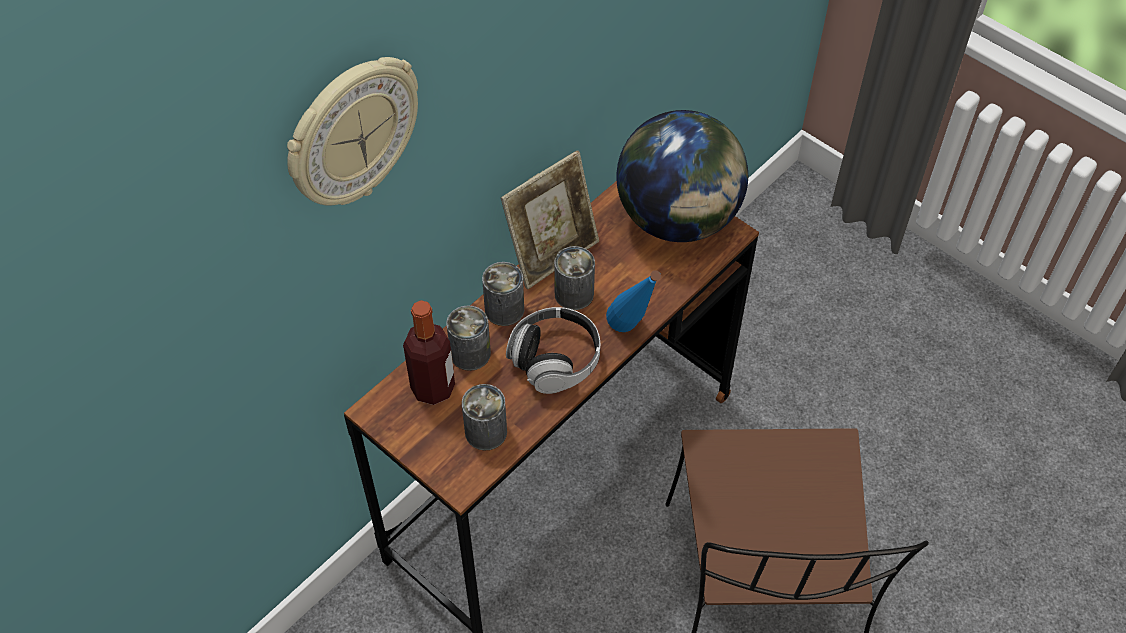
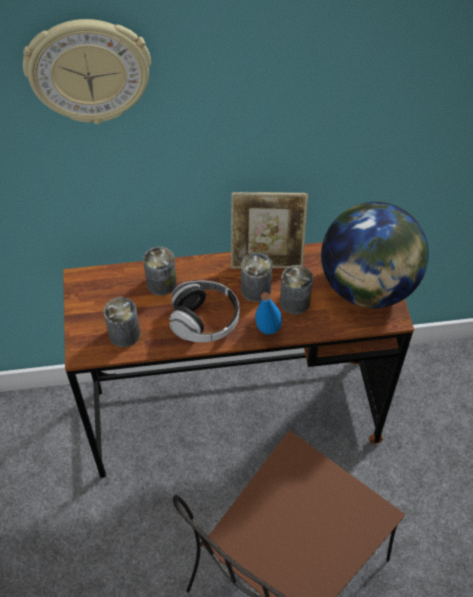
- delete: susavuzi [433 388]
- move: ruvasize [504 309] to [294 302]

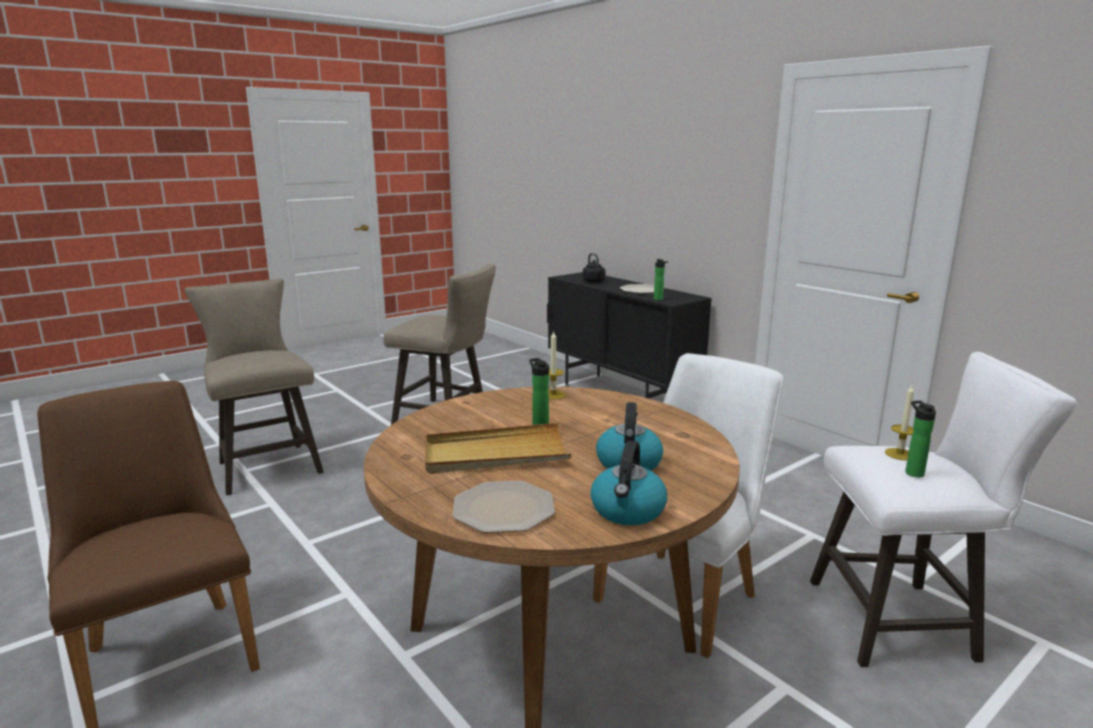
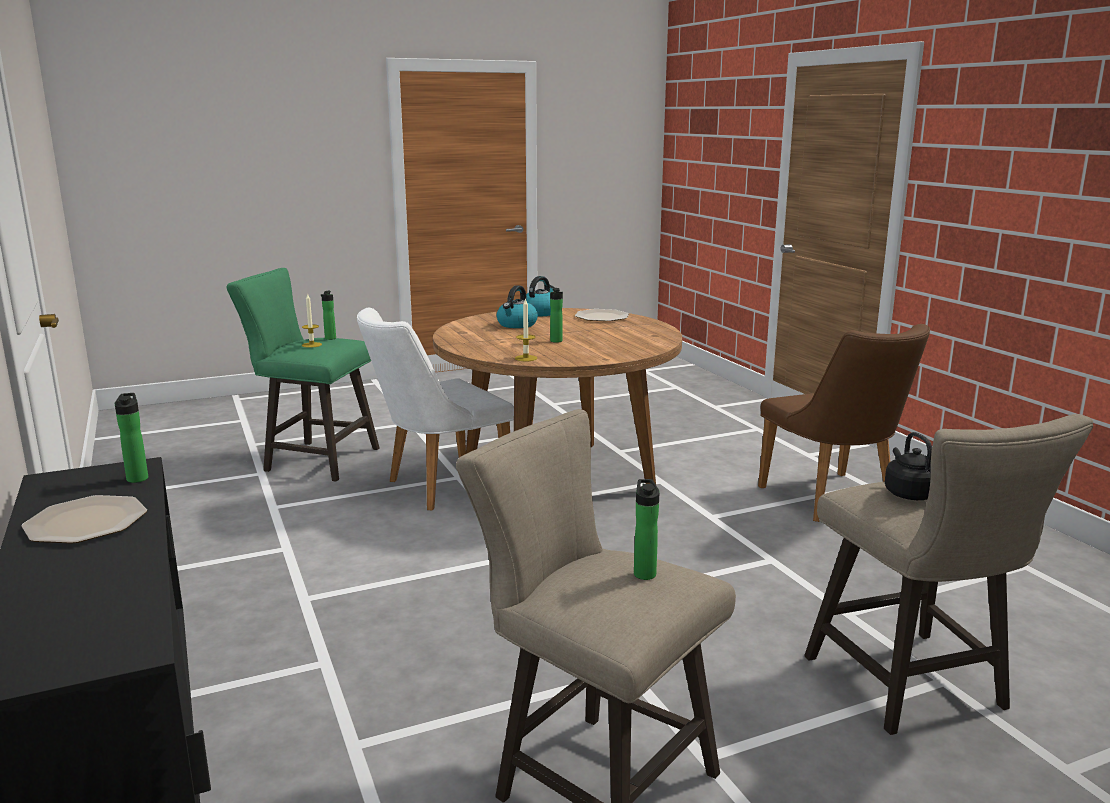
- delete: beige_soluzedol [495 454]
- move: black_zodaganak [594 281] to [908 493]
- recolor: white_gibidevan [903 621] to green_gibidevan [314 459]
- insert: susavuzi [644 573]

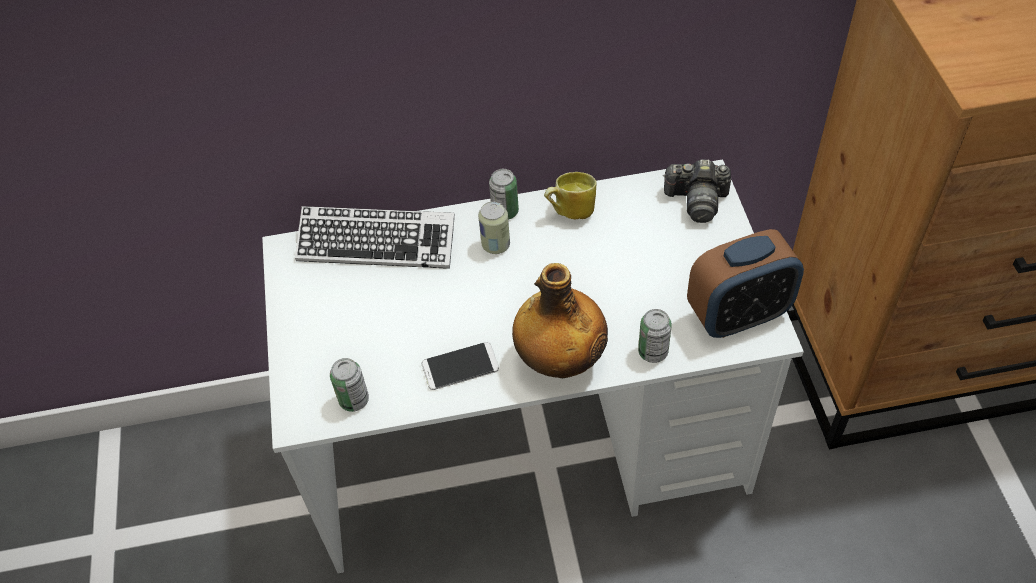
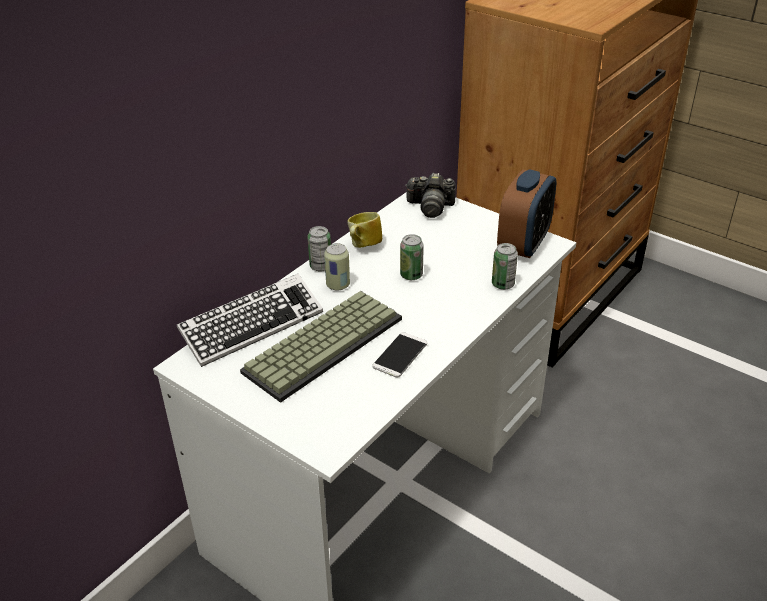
- move: ruvasize [354 400] to [411 275]
- delete: susavuzi [560 360]
- rotate: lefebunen [697 201] = [430 207] 45 degrees clockwise
- insert: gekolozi [323 343]

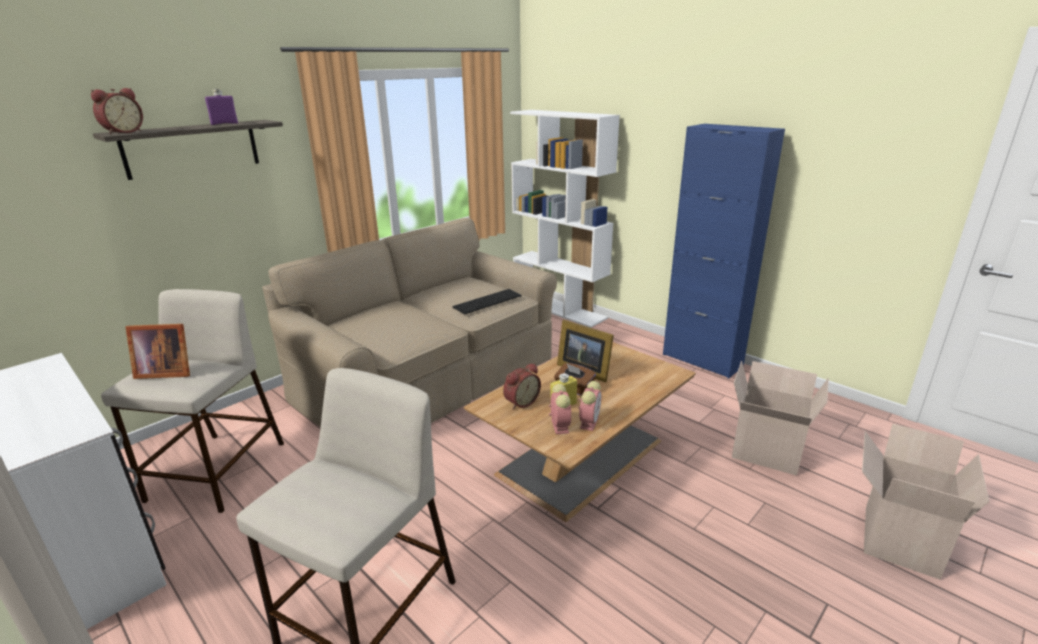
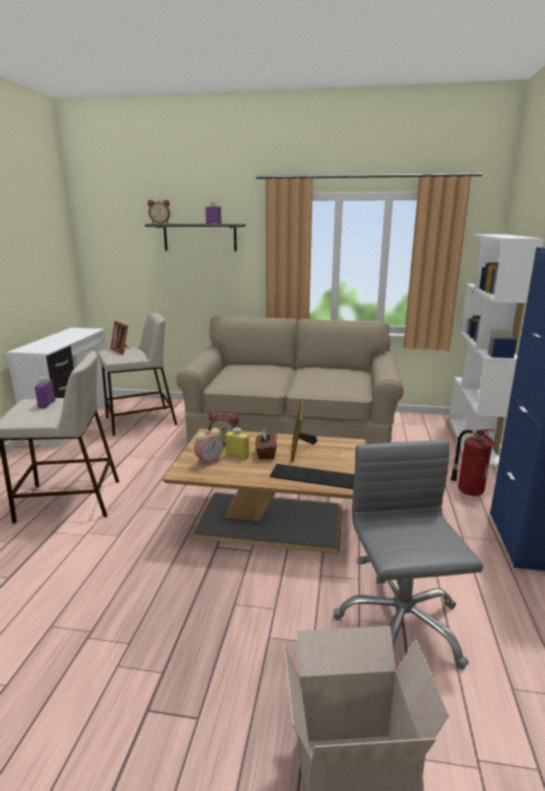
- move: gekolozi [487 301] to [315 476]
- delete: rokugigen [589 421]
- replace: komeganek [764 452] to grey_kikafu [400 626]
- insert: purple_susavuzi [47 404]
- insert: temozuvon [469 490]

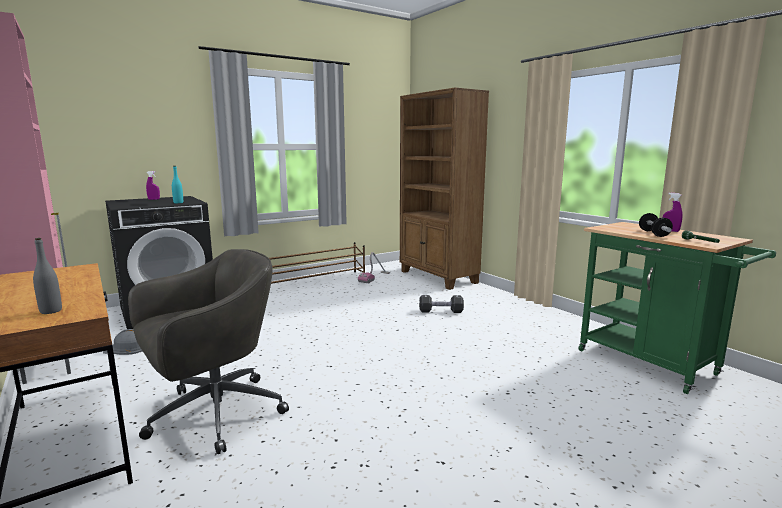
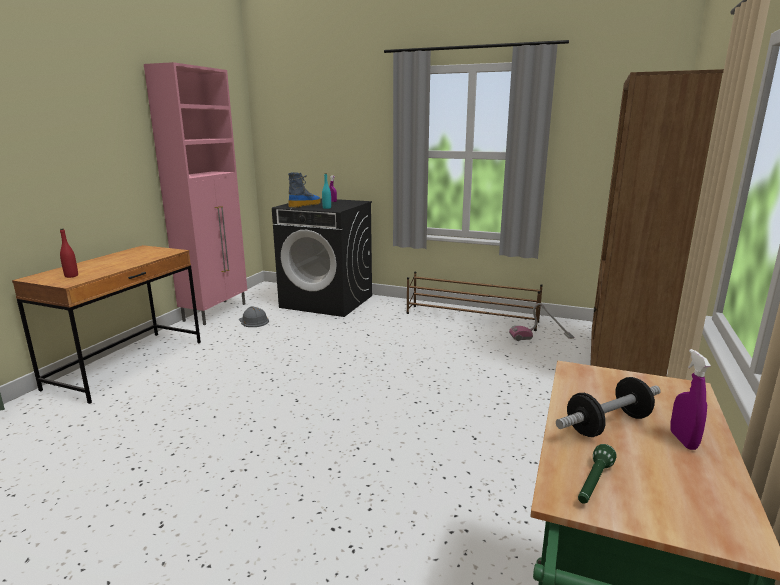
- recolor: grey_susavuzi [51 311] to red_susavuzi [71 276]
- delete: grey_kikafu [213 414]
- delete: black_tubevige [441 311]
- insert: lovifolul [304 205]

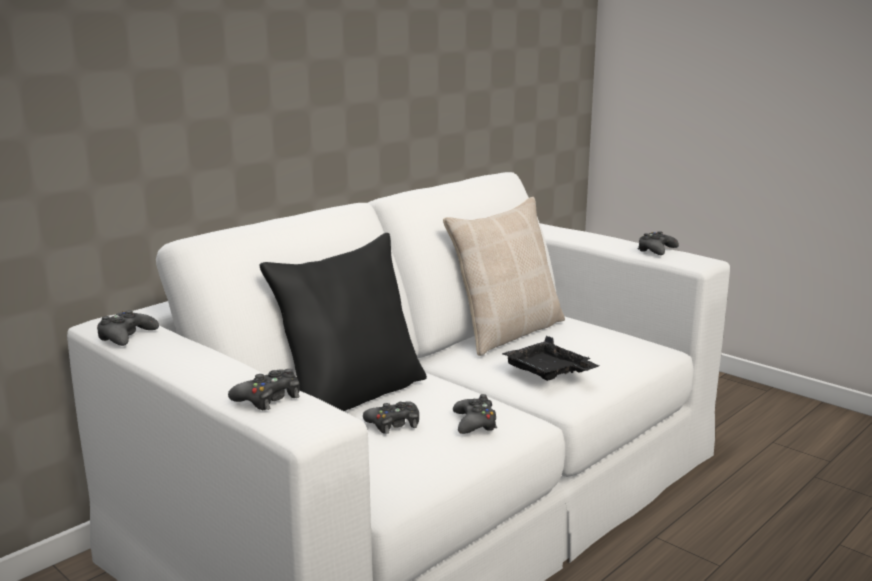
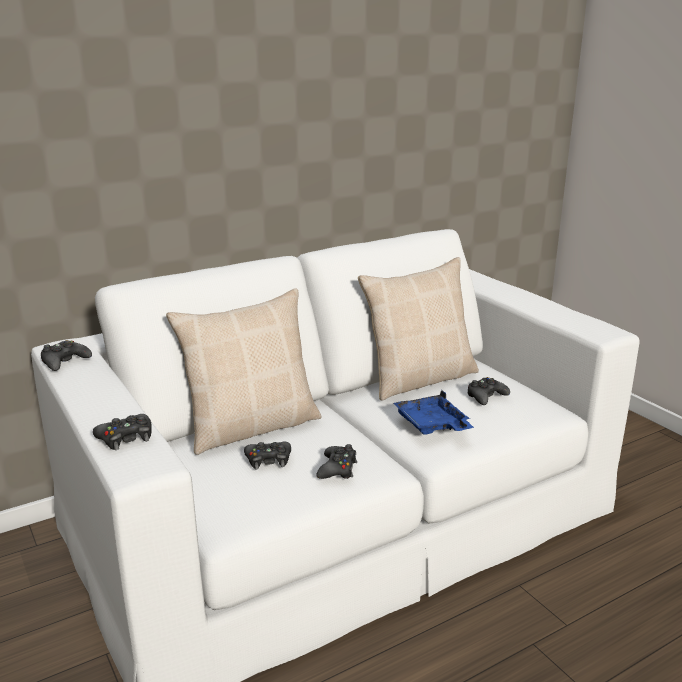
- recolor: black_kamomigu [352 395] to beige_kamomigu [251 426]
- recolor: black_soluzedol [548 372] to blue_soluzedol [432 425]
- move: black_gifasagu [656 250] to [486 396]

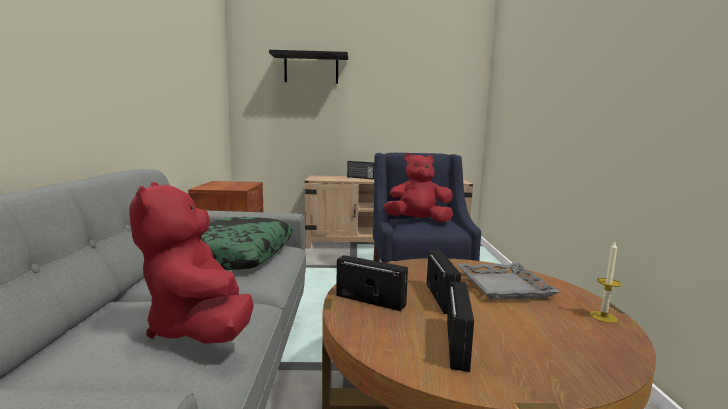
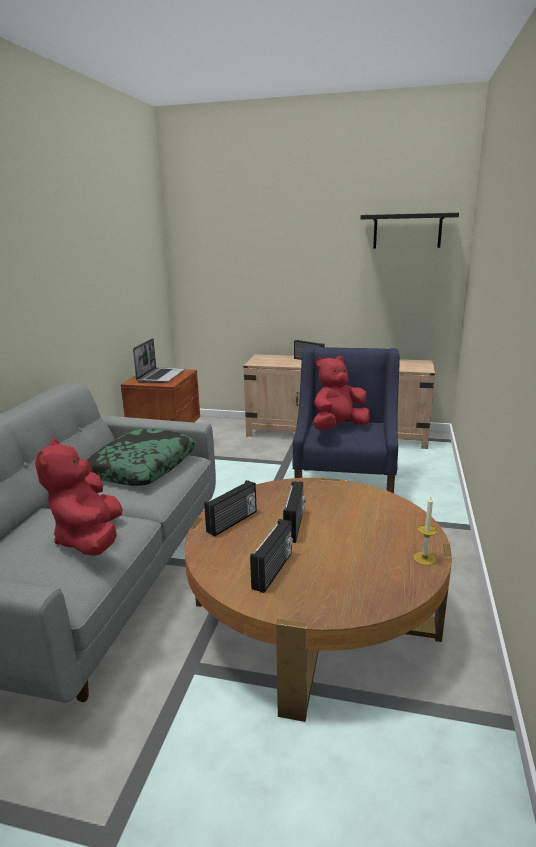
- move: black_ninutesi [311 69] to [407 231]
- rotate: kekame [371 300] = [233 522] 90 degrees clockwise
- rotate: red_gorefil [418 221] = [338 428] 45 degrees counterclockwise
- delete: grey_soluzedol [502 286]
- insert: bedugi [161 376]

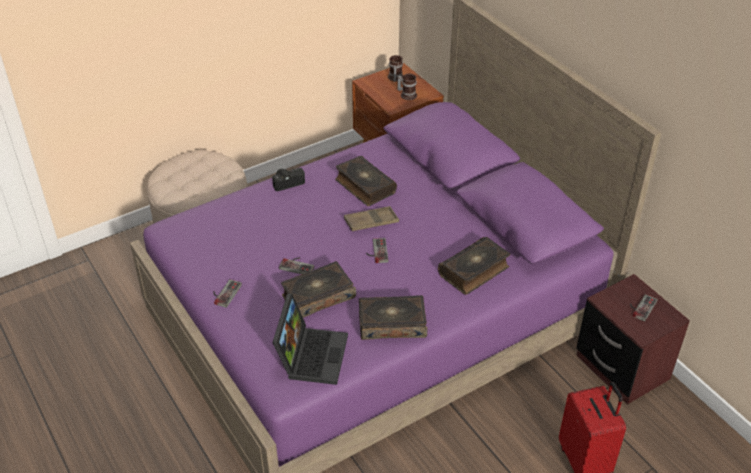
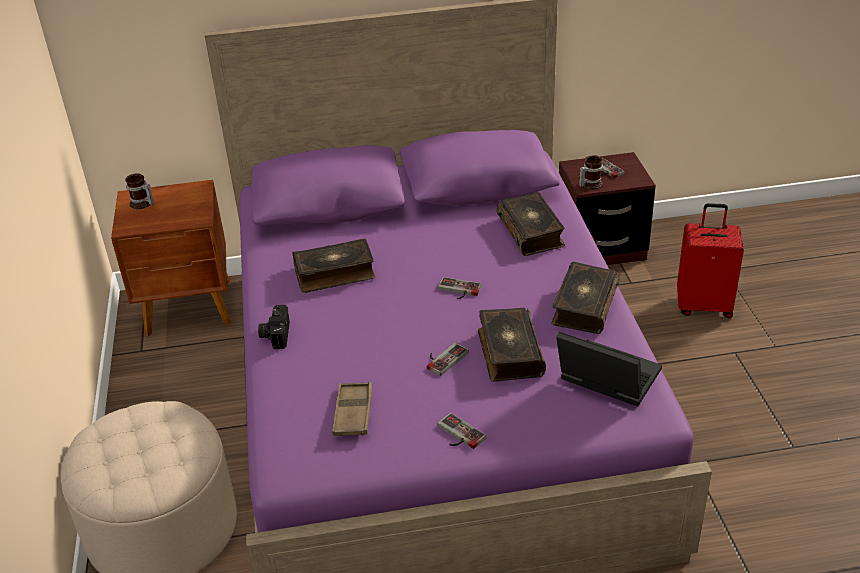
- move: brown_soluzedol [371 222] to [353 413]
- move: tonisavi [407 94] to [589 184]

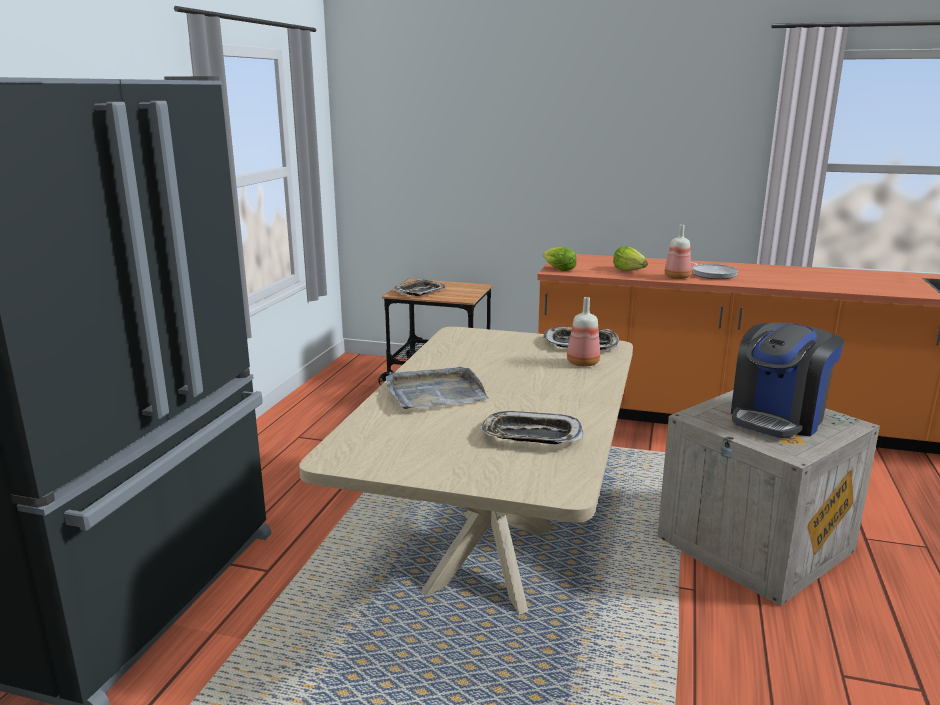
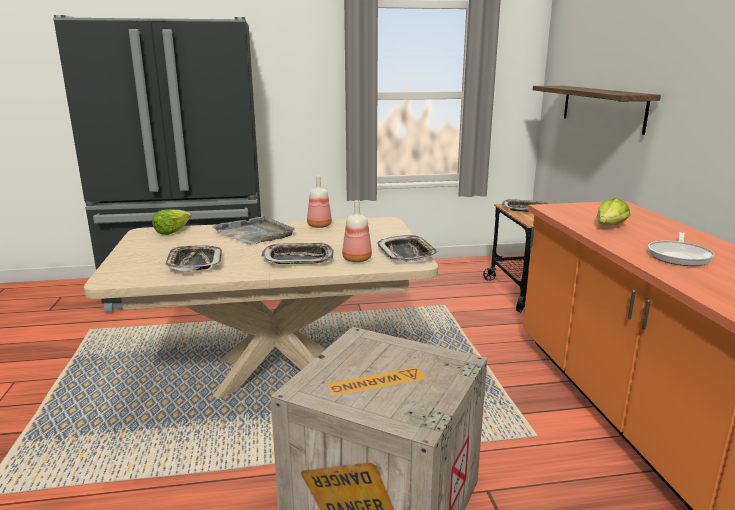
- move: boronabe [558 269] to [172 231]
- move: susavuzi [677 277] to [319 226]
- delete: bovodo [778 418]
- insert: soluzedol [298 259]
- insert: ninutesi [602 107]

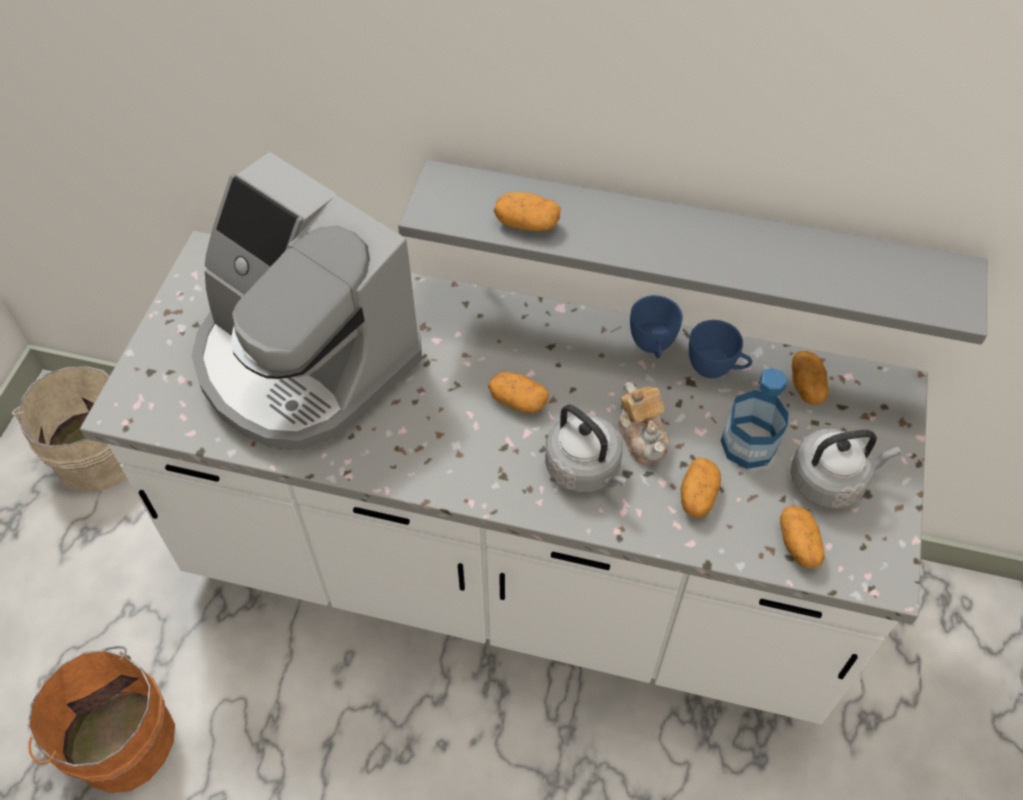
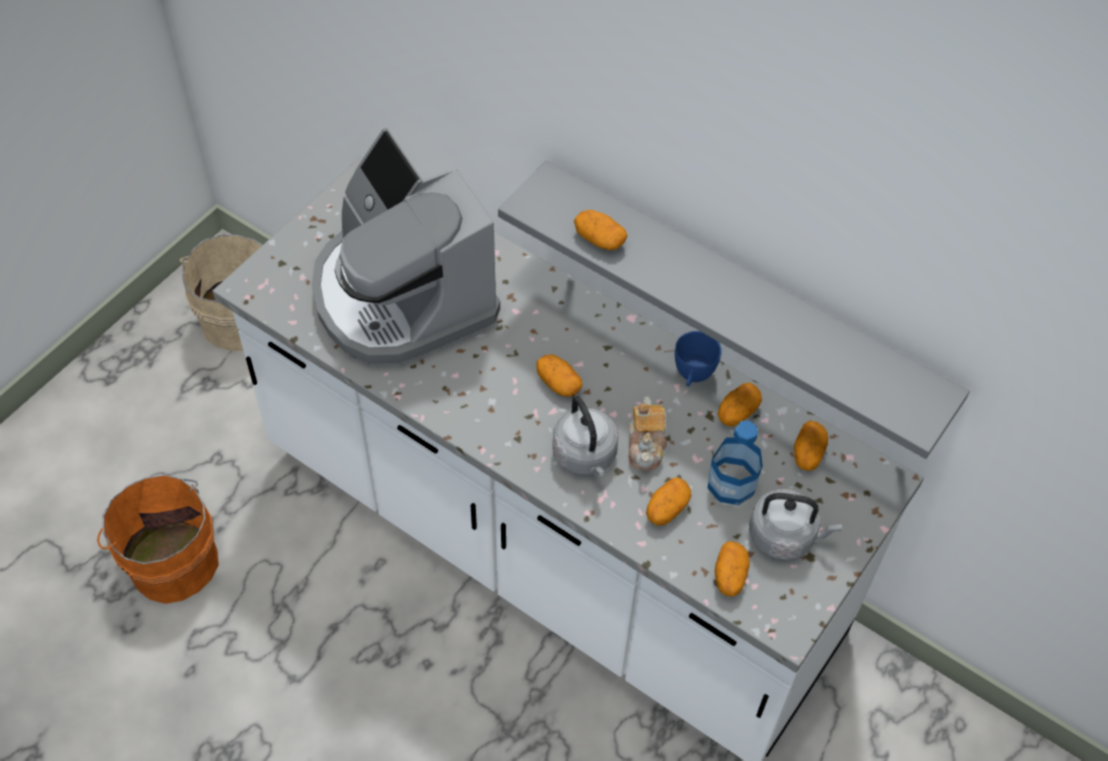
- replace: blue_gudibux [715 369] to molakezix [737 412]

